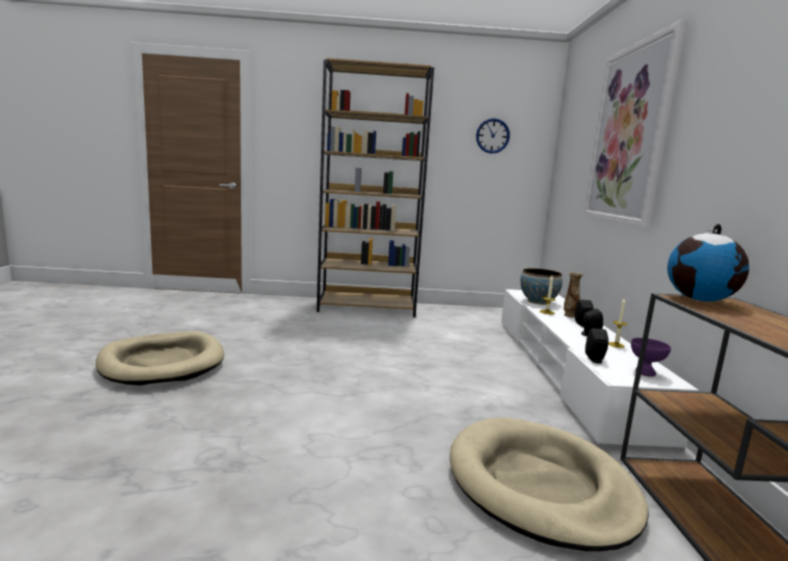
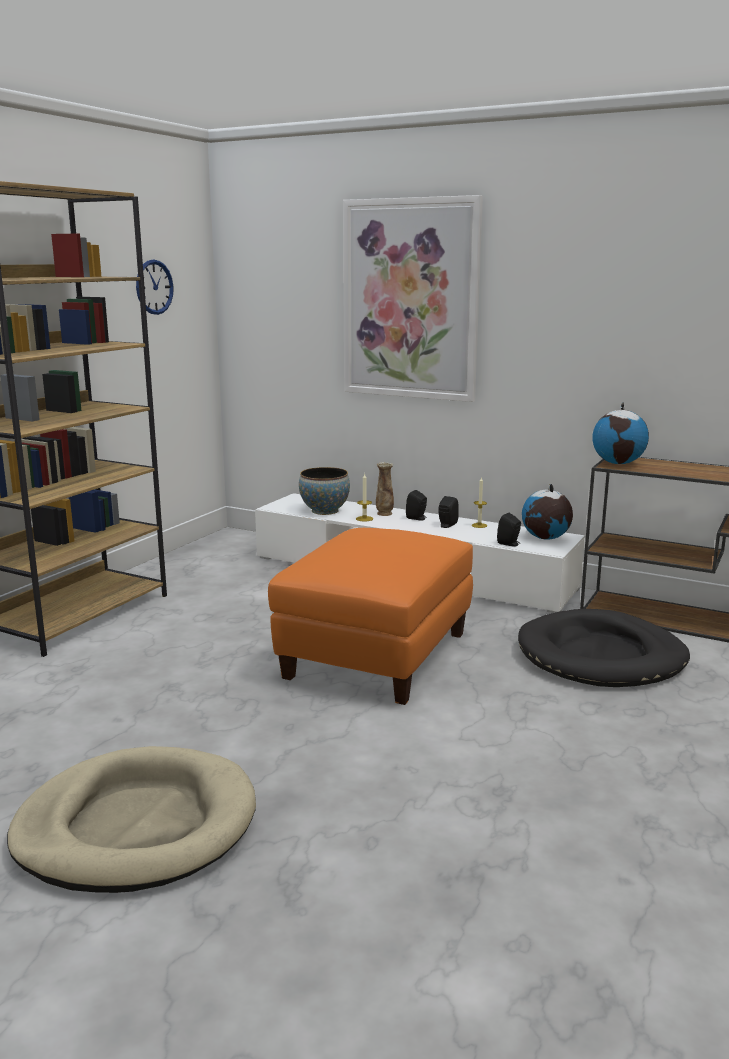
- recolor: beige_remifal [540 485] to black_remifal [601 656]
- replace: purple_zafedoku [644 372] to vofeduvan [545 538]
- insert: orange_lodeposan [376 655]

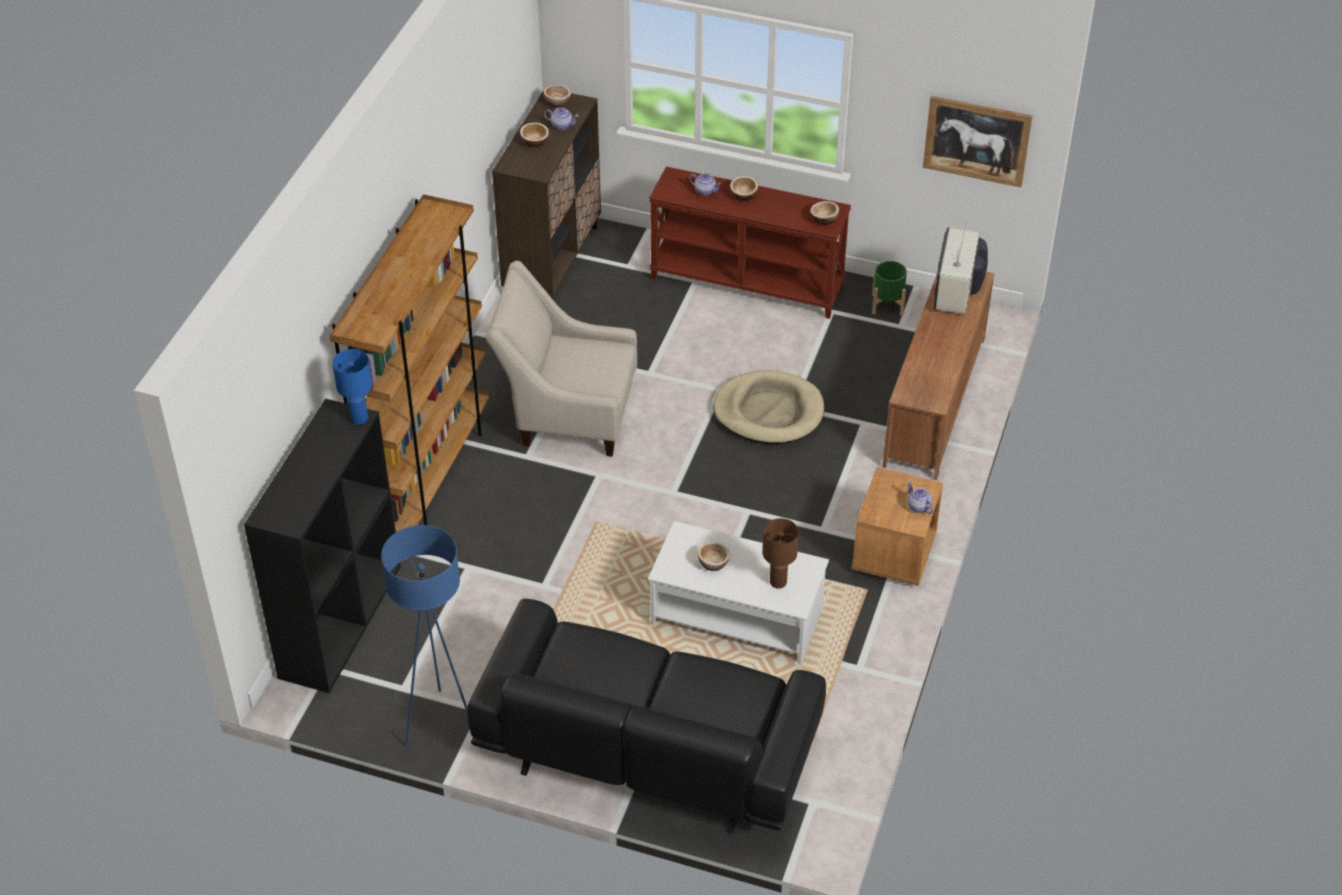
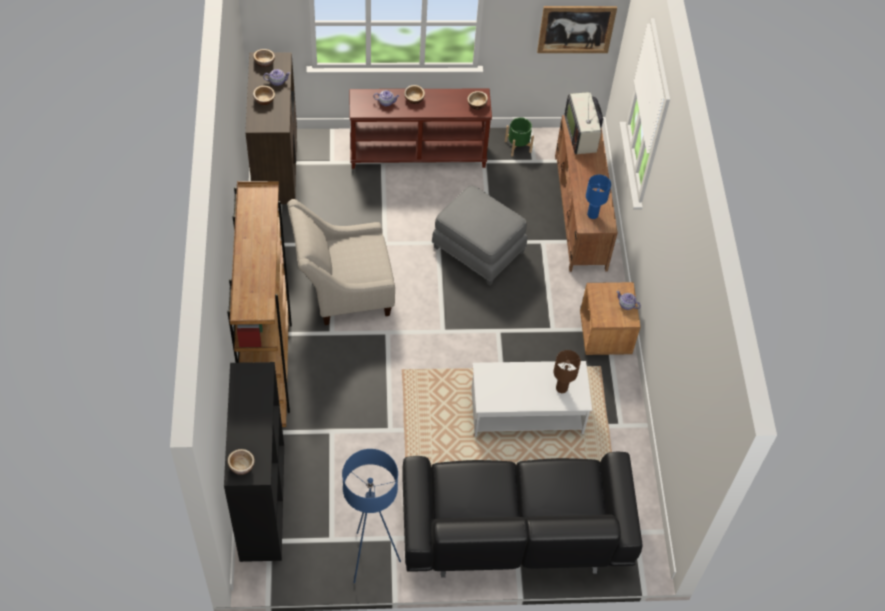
- move: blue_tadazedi [358 418] to [592 215]
- move: zafedoku [713 563] to [241 466]
- replace: beige_remifal [768 411] to grey_lodeposan [477 250]

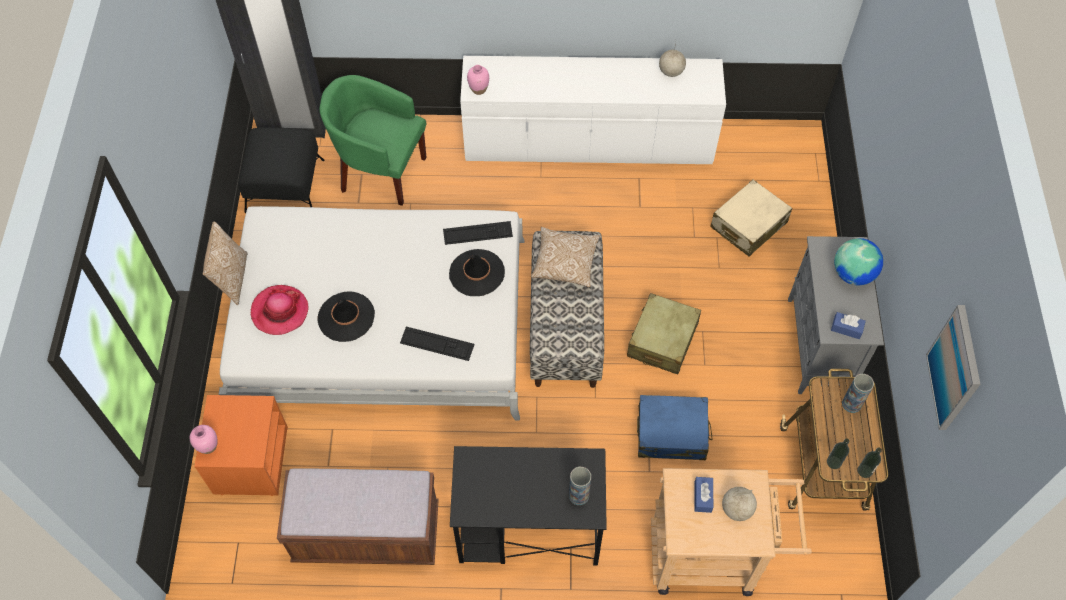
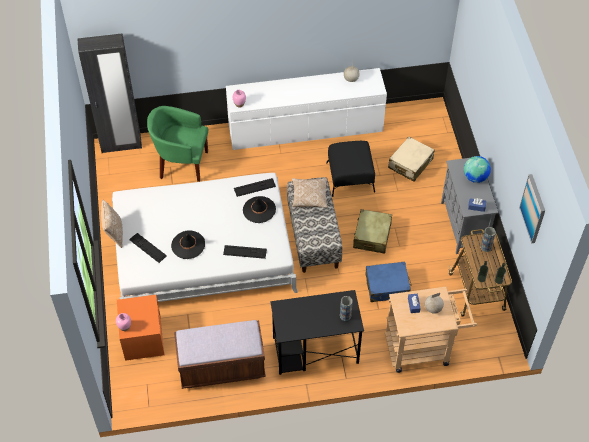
- move: black_lodeposan [285 185] to [350 177]
- replace: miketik [280 311] to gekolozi [148 247]

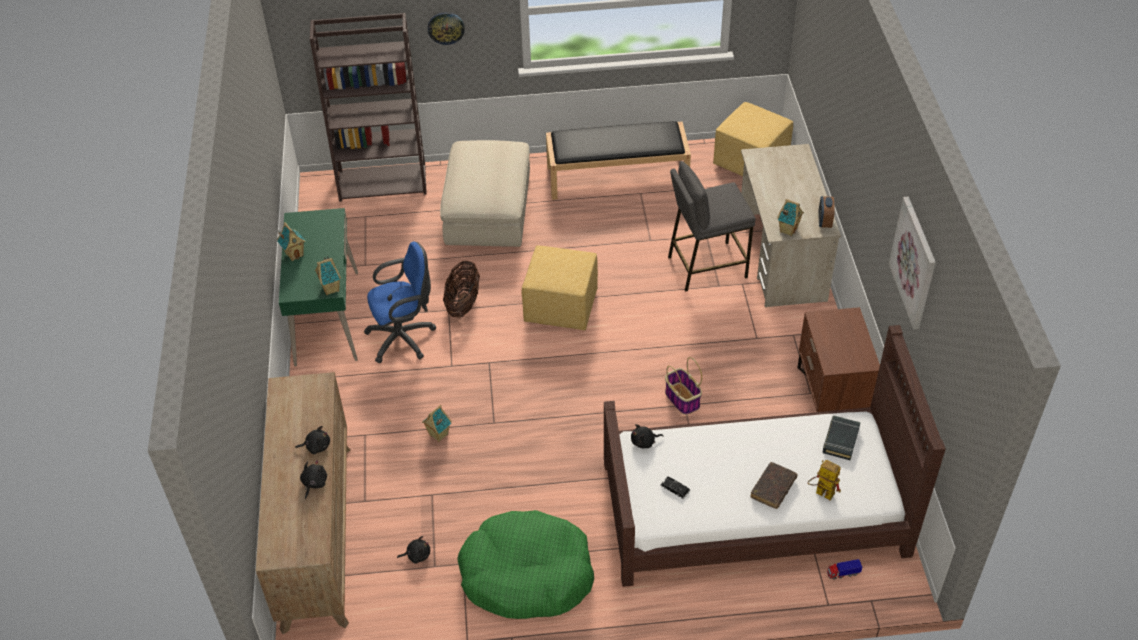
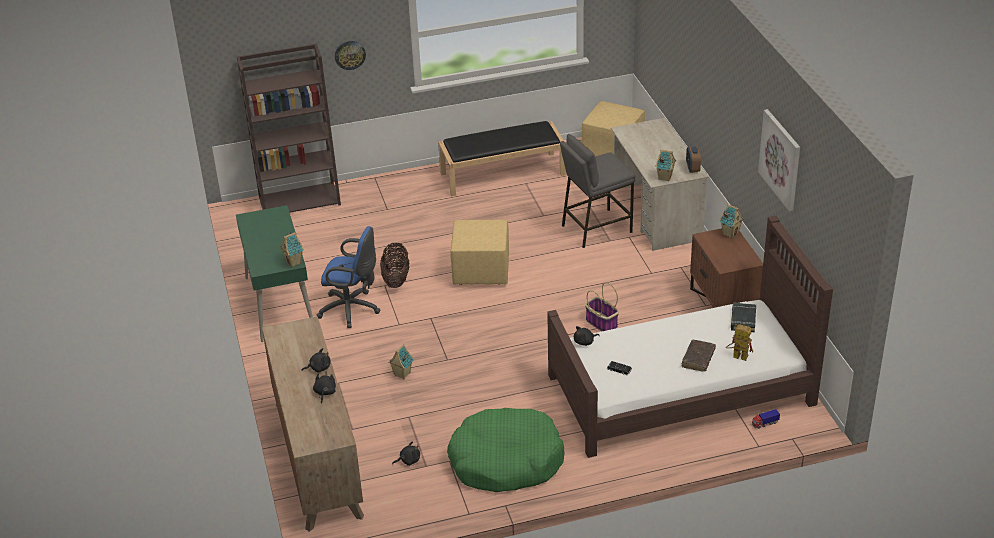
- move: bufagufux [294 254] to [730 233]
- rotate: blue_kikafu [404 338] = [352 309] 45 degrees clockwise
- delete: beige_lodeposan [487 210]

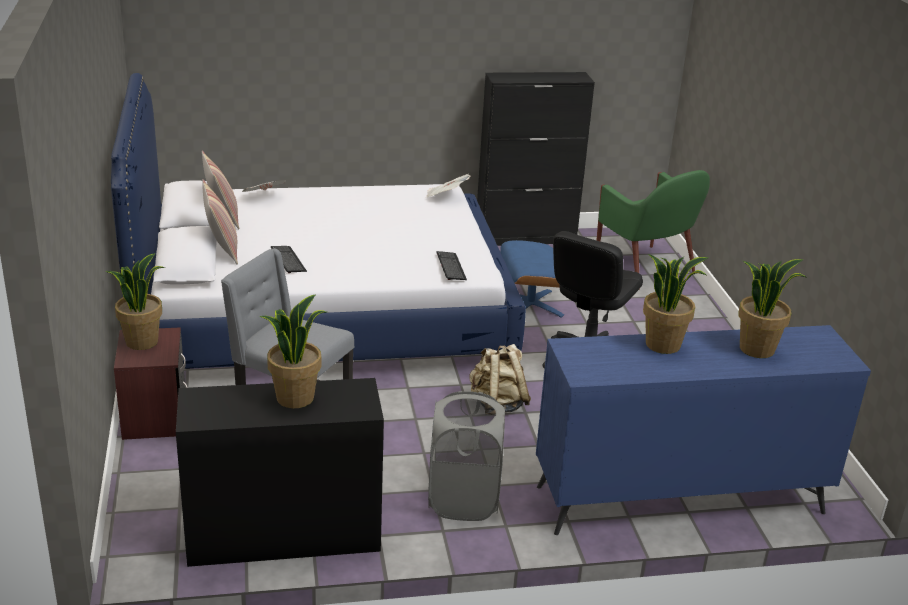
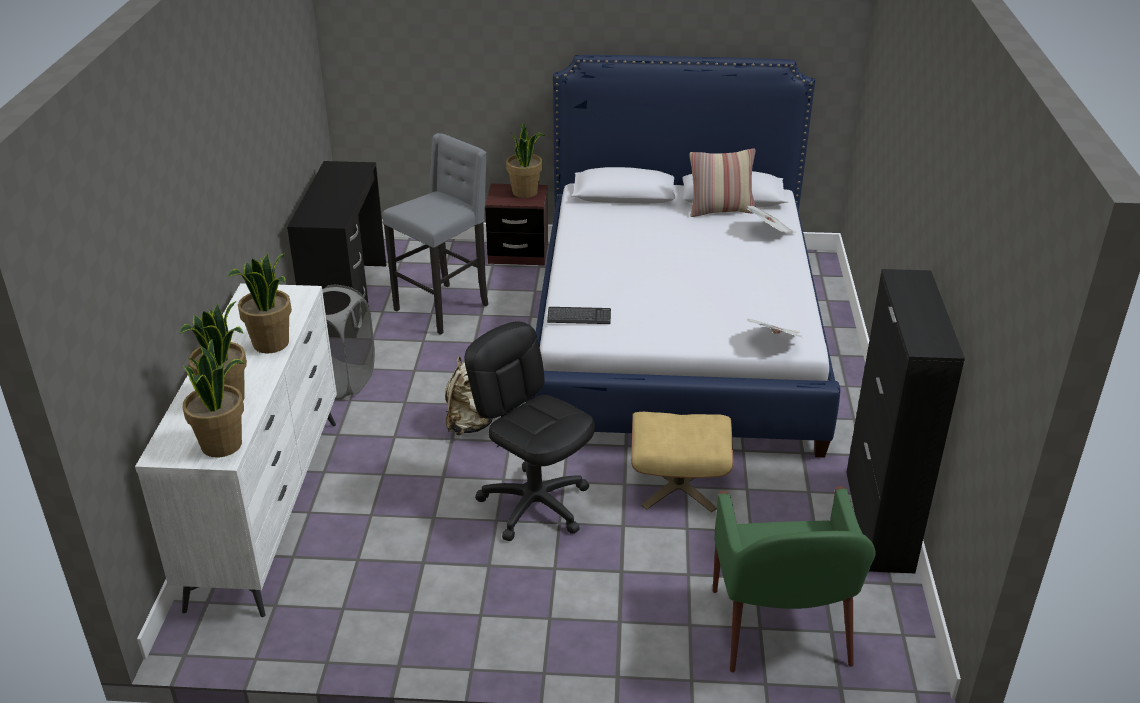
- delete: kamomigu [222 250]
- move: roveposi [295 397] to [222 445]
- delete: gekolozi [288 260]
- recolor: blue_lodeposan [530 304] to beige_lodeposan [678 486]
- recolor: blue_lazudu [678 499] to white_lazudu [268 508]
- rotate: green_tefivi [646 268] = [780 630] 75 degrees counterclockwise

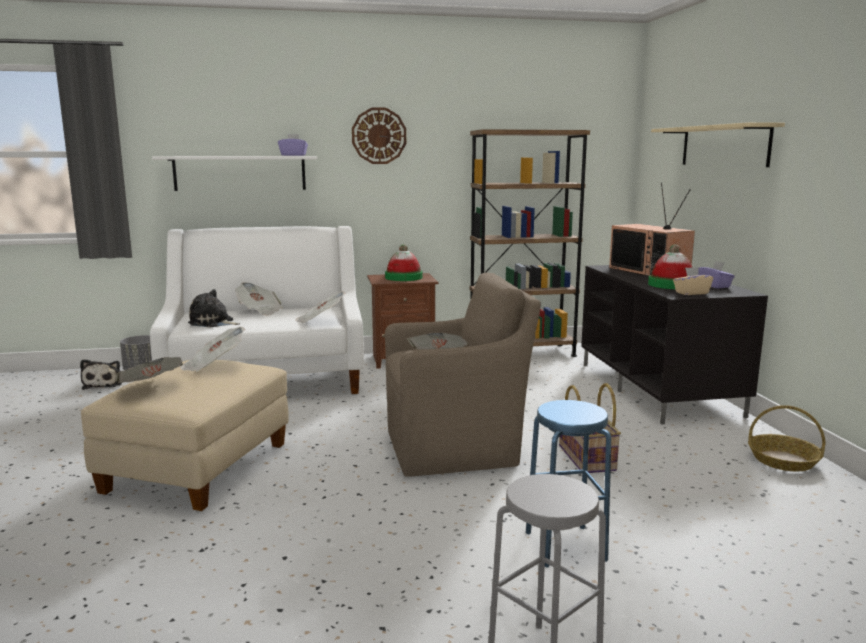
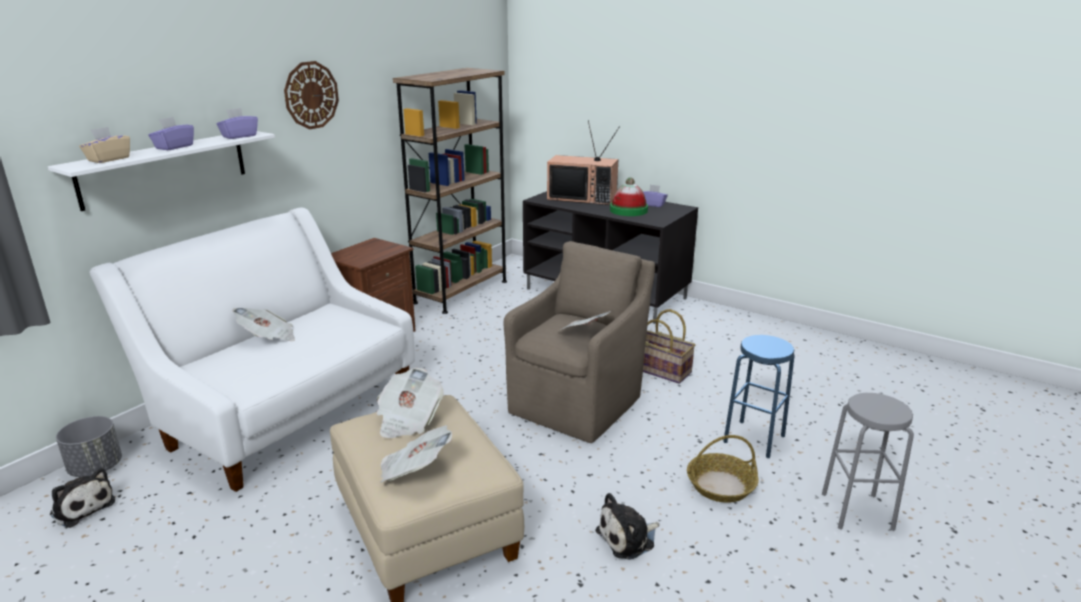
- move: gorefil [213 323] to [628 538]
- delete: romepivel [320 320]
- delete: miketik [403 277]
- delete: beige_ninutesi [724 146]
- move: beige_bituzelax [691 293] to [108 159]
- move: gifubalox [783 460] to [721 485]
- insert: purple_bituzelax [174 147]

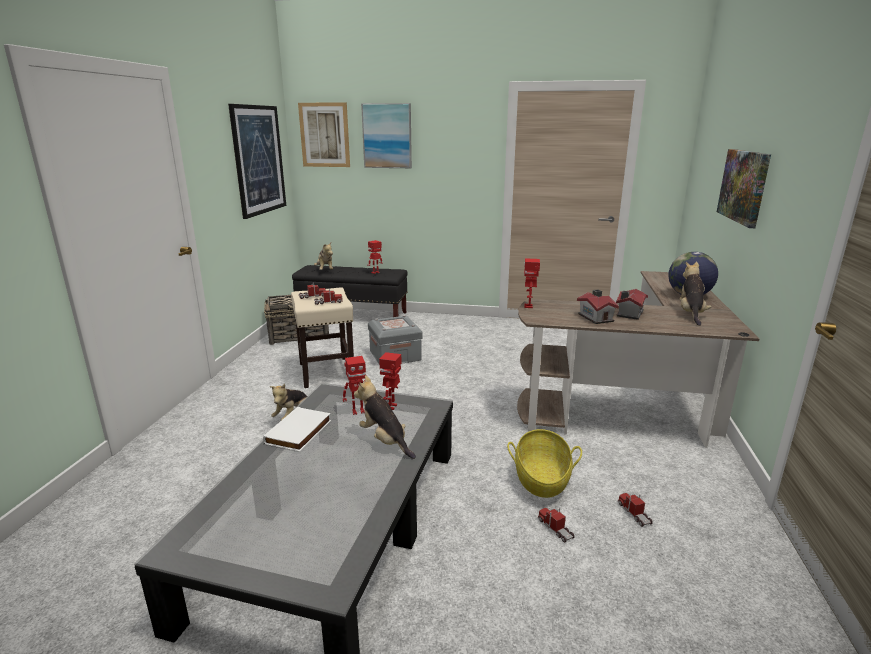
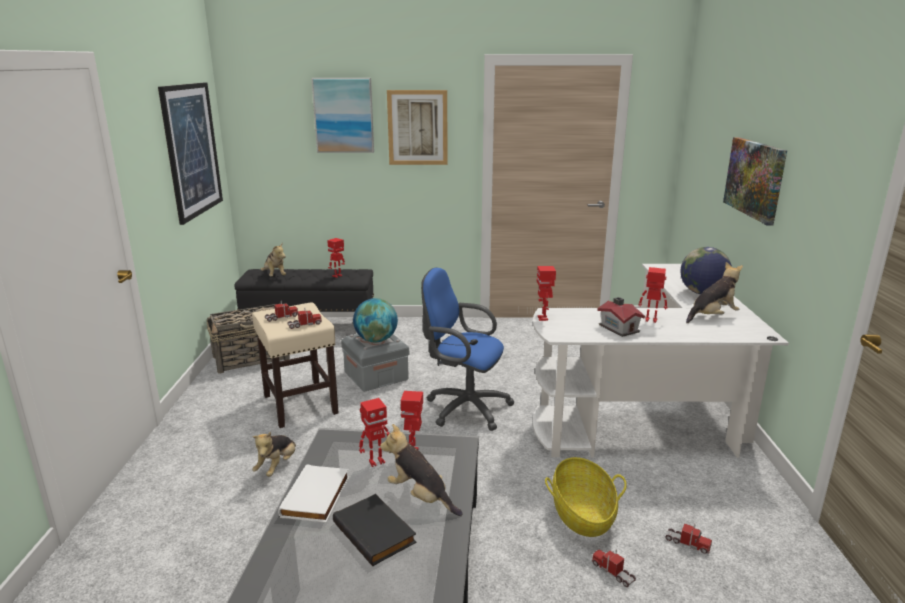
- move: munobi [324 135] to [417 127]
- recolor: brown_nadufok [634 403] to white_nadufok [653 413]
- replace: bufagufux [629 313] to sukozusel [651 320]
- rotate: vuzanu [634 513] = [687 543] 150 degrees clockwise
- rotate: gorefil [690 314] = [712 316] 60 degrees clockwise
- insert: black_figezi [376 532]
- insert: vofeduvan [376 340]
- insert: blue_kikafu [464 408]

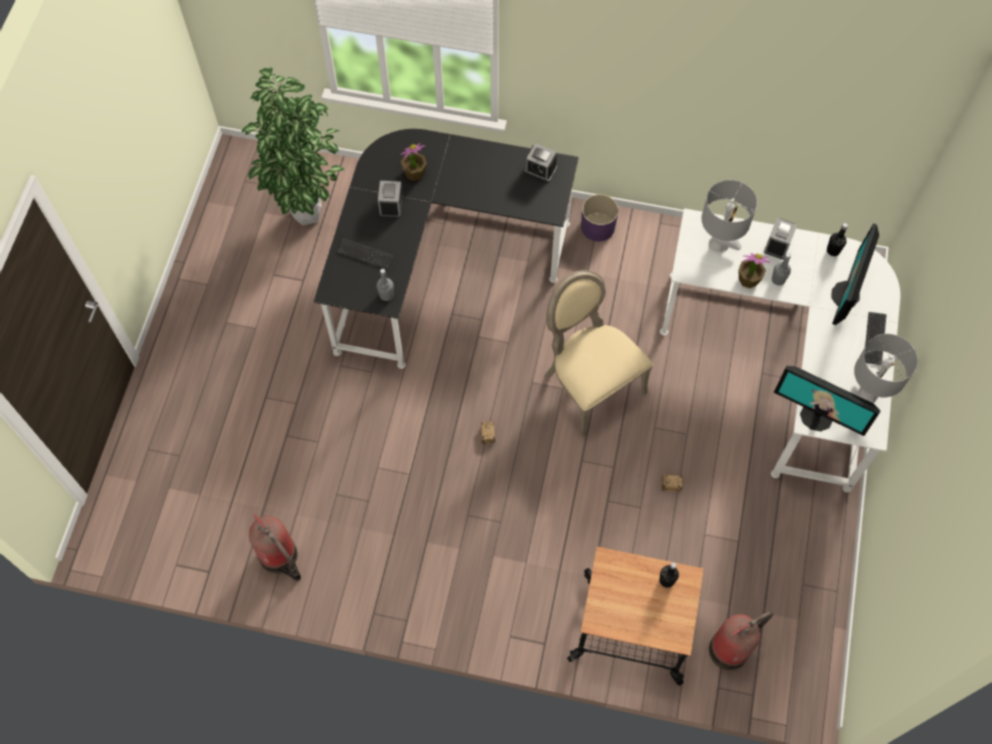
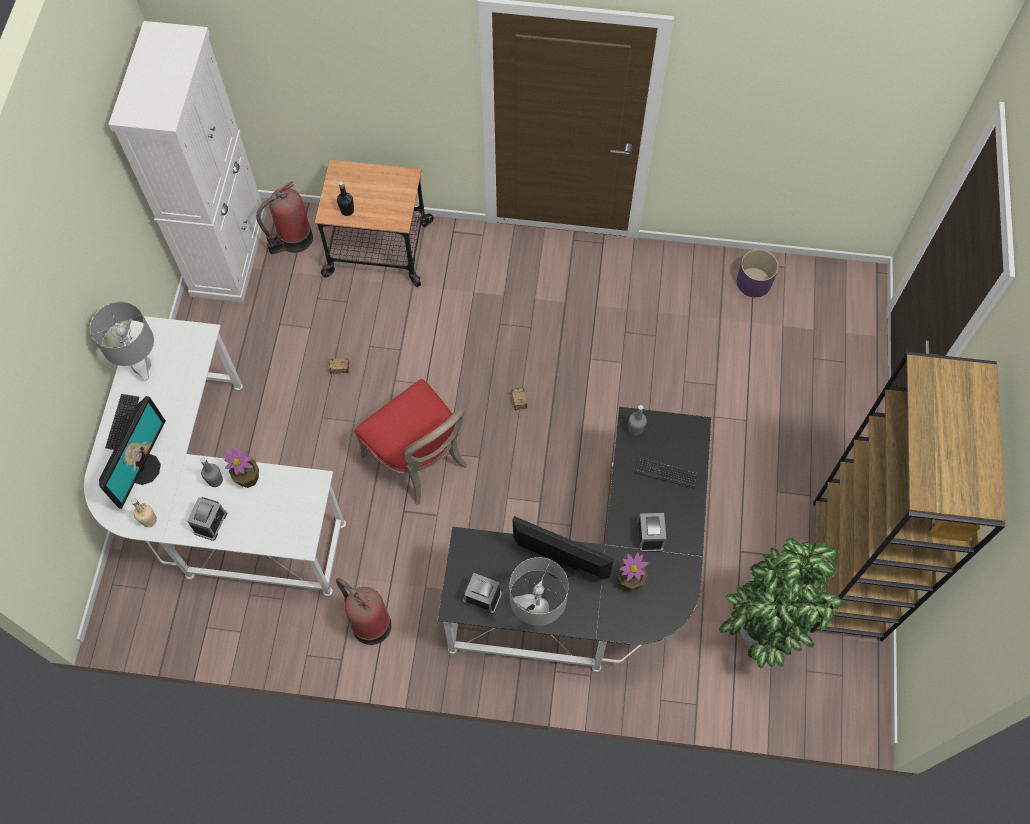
- move: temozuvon [280 558] to [369 623]
- recolor: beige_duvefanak [589 383] to red_duvefanak [420 460]
- move: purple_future [597 227] to [754 282]
- move: grey_tadazedi [718 244] to [537 612]
- move: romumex [816 416] to [559 564]
- recolor: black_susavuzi [833 250] to beige_susavuzi [149 520]
- insert: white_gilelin [229 253]
- insert: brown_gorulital [847 570]

